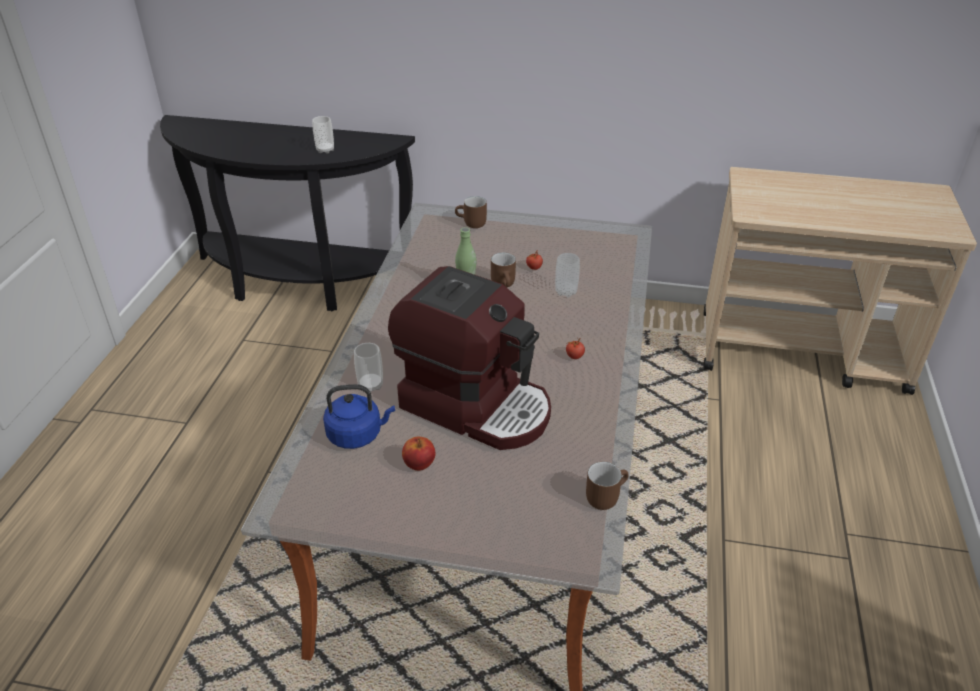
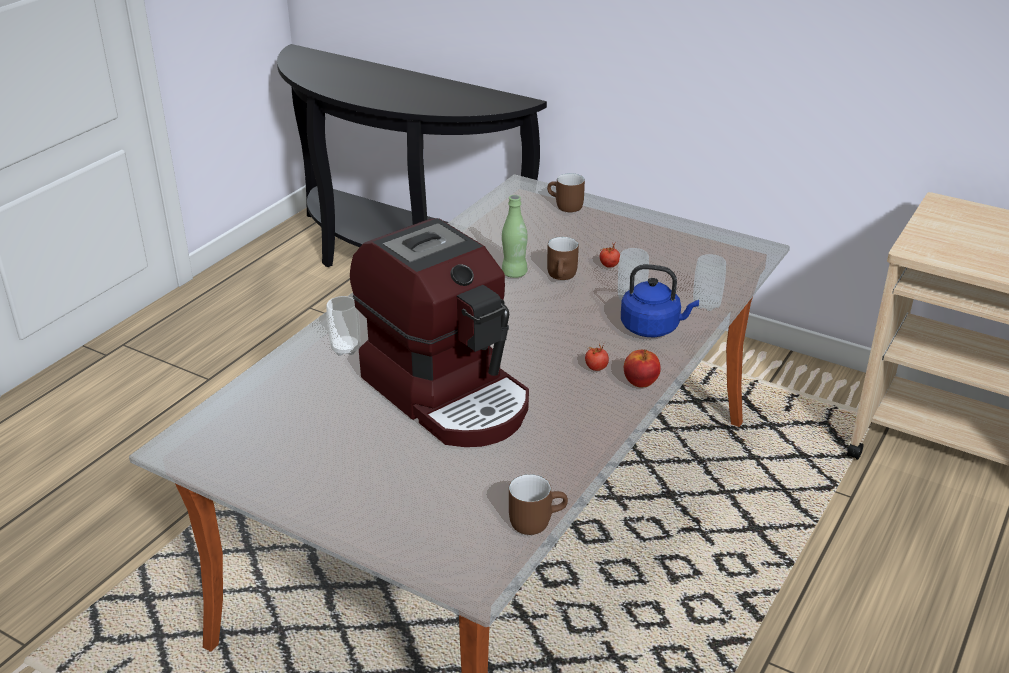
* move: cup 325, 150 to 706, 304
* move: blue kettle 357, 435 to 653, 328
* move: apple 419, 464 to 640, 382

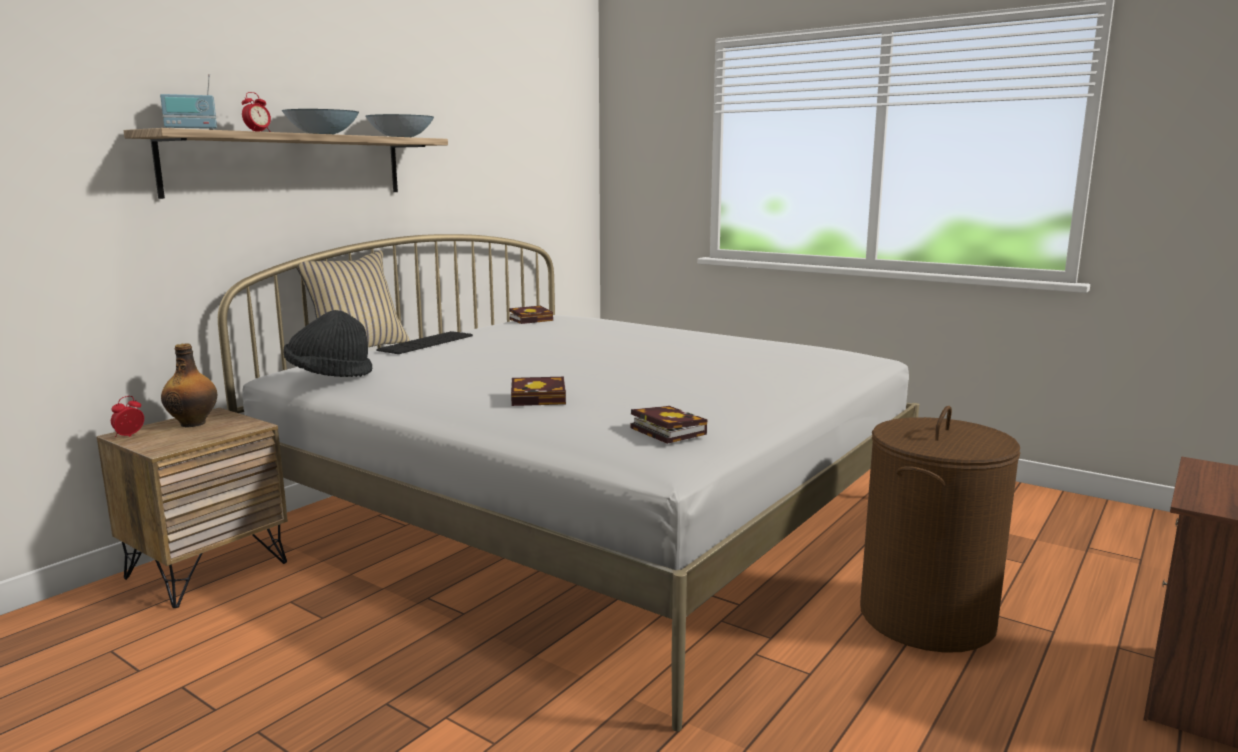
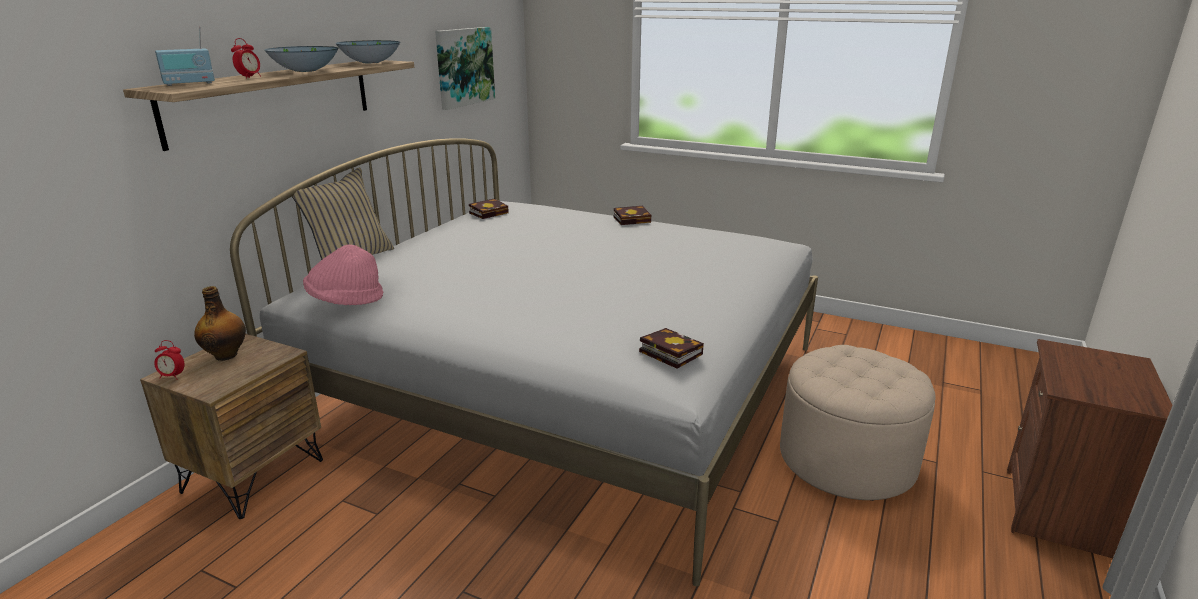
* delete: keyboard 426, 343
* insert: picture 464, 67
* move: book 541, 398 to 633, 219
* replace: brown laundry basket 926, 617 to beige ottoman 846, 459
* recolor: black hat 329, 375 to pink hat 345, 301
* rotate: alarm clock 129, 436 = 172, 376 105 degrees counterclockwise

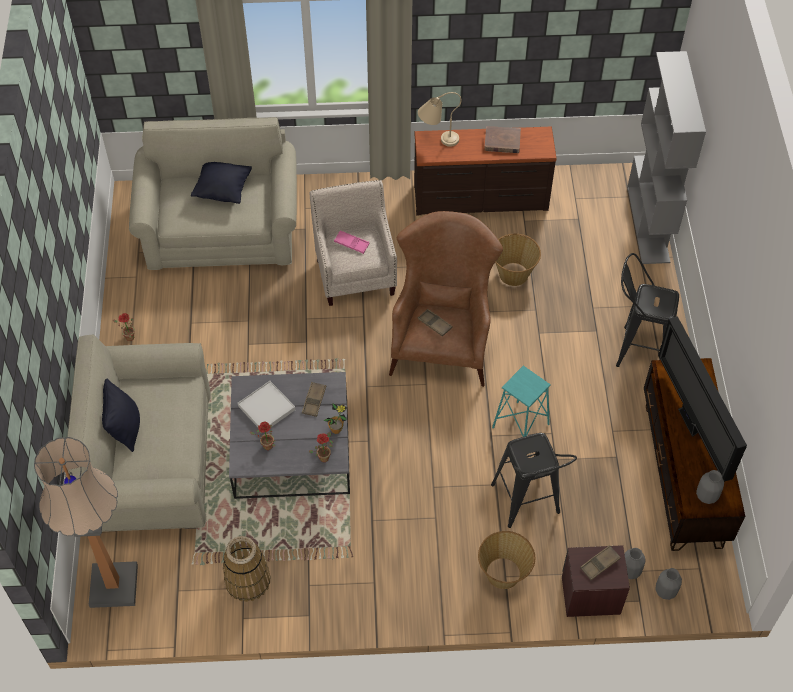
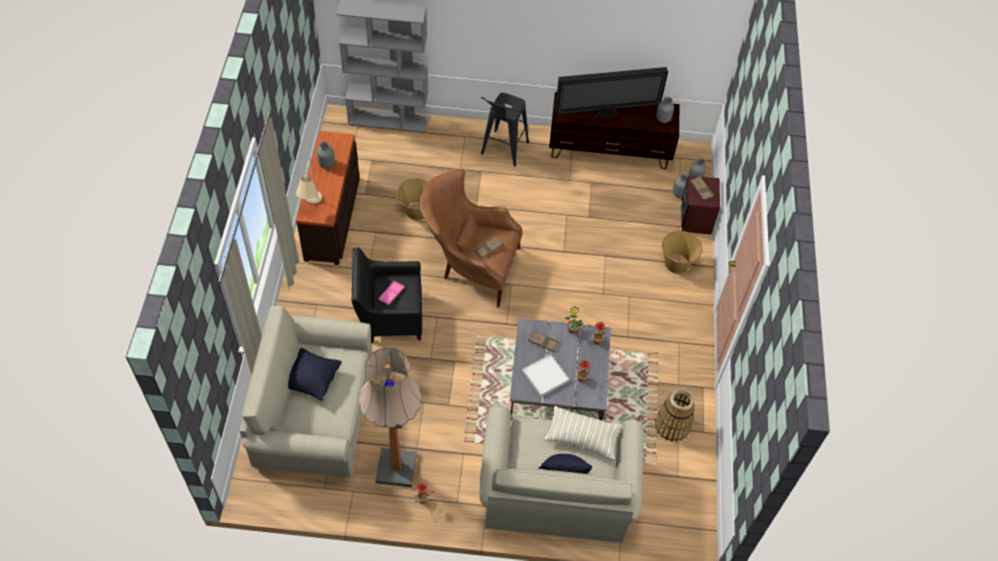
* delete: black stool 527, 505
* delete: turquoise stool 520, 426
* insert: pillow 582, 437
* move: floor lamp 114, 585 to 396, 468
* replace: brown book 502, 141 to grey vase 326, 164
* recolor: beige armchair 356, 272 to black armchair 389, 316

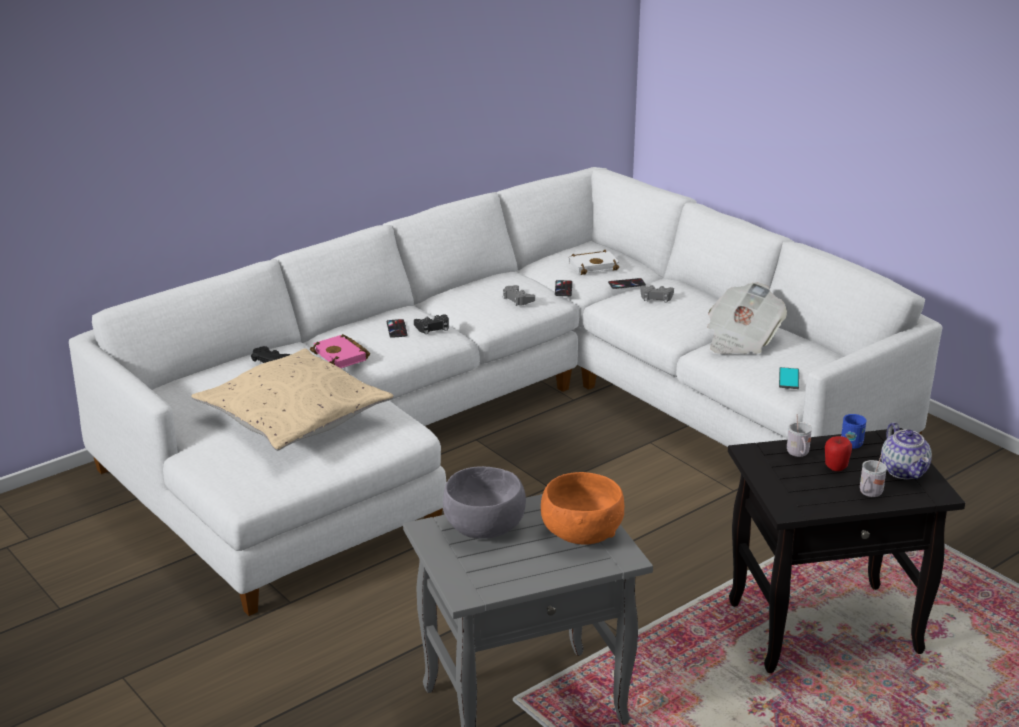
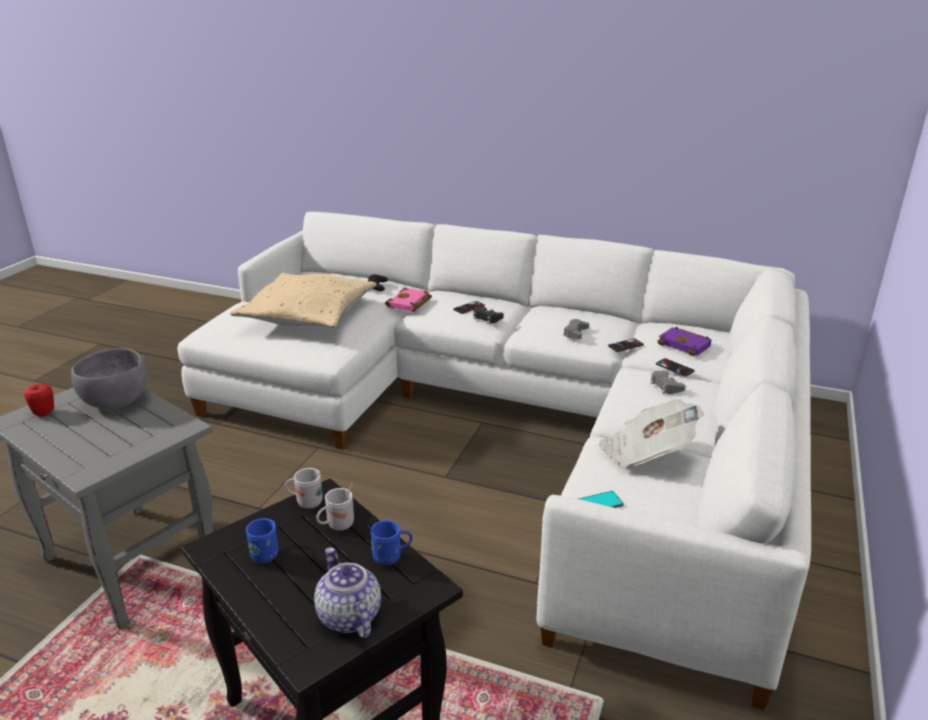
* delete: orange bowl 580, 534
* insert: blue mug 267, 553
* move: apple 836, 467 to 44, 413
* move: white mug 869, 494 to 306, 502
* recolor: white book 594, 266 to purple book 686, 345
* rotate: teapot 904, 471 = 348, 616 105 degrees clockwise

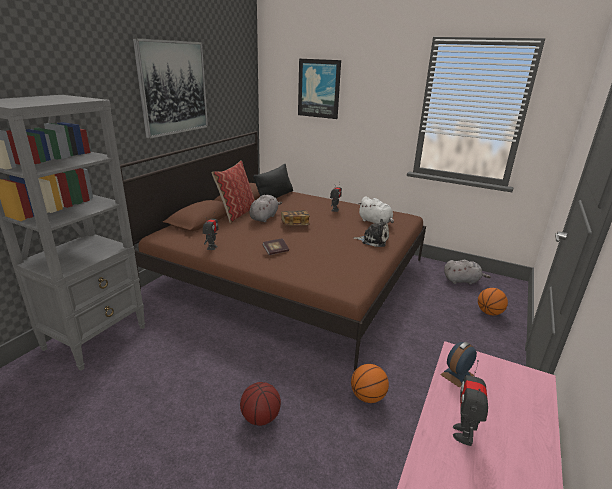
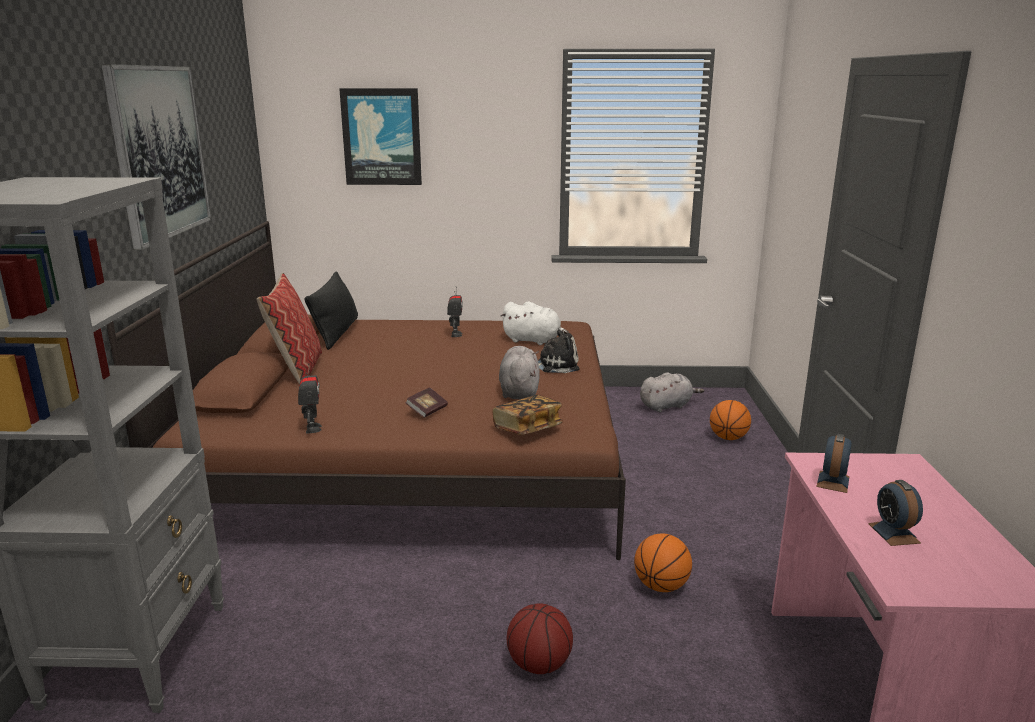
* move: grey plush toy 264, 217 to 519, 391
* move: book 295, 224 to 527, 428
* replace: toy robot 463, 434 to alarm clock 894, 533

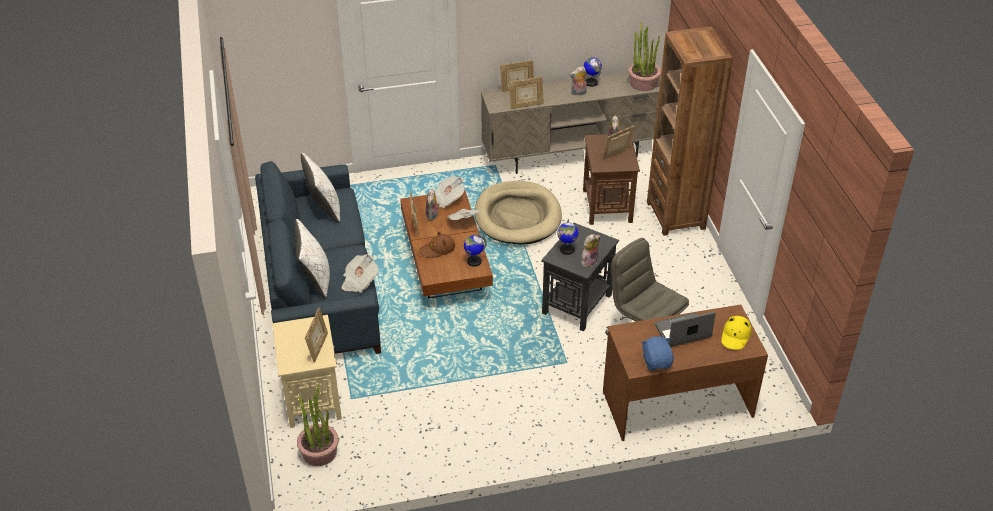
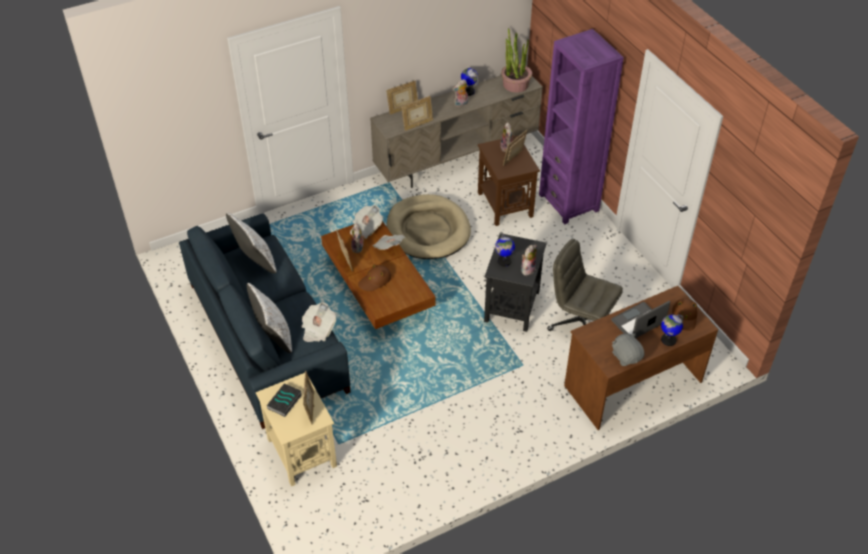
* delete: potted plant 319, 452
* insert: book 285, 402
* move: globe 474, 261 to 668, 340
* recolor: blue plush toy 657, 361 to grey plush toy 626, 356
* recolor: brown bookcase 676, 215 to purple bookcase 569, 202
* recolor: yellow hat 735, 336 to brown hat 684, 317

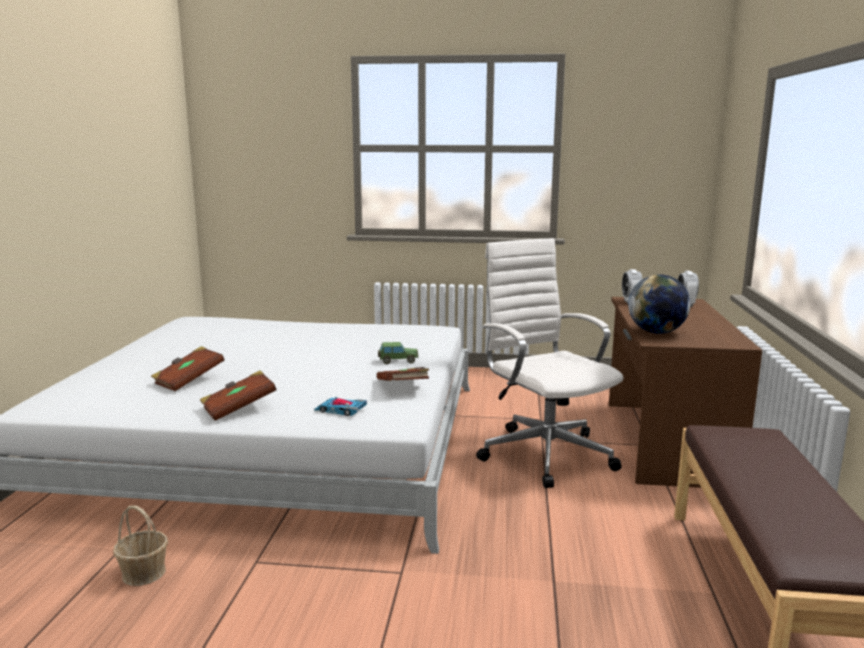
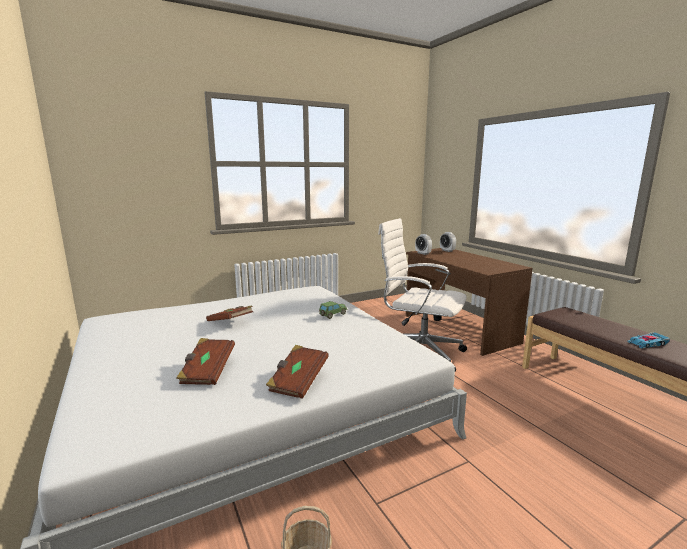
* delete: globe 656, 332
* move: toy car 340, 410 to 647, 343
* move: brown book 403, 387 to 231, 322

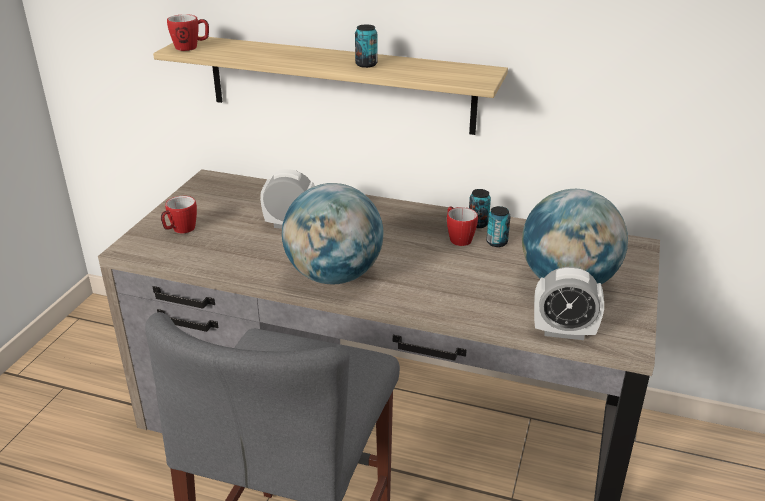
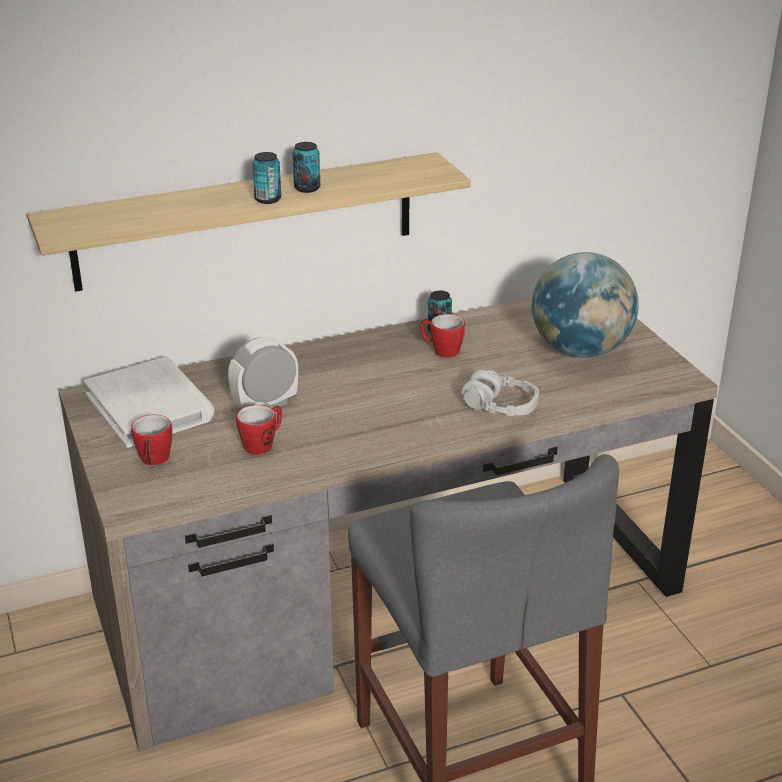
* delete: globe 334, 276
* delete: alarm clock 563, 332
* insert: white book 150, 407
* insert: grey headphones 500, 406
* move: mug 191, 47 to 263, 444
* move: can 497, 242 to 268, 199

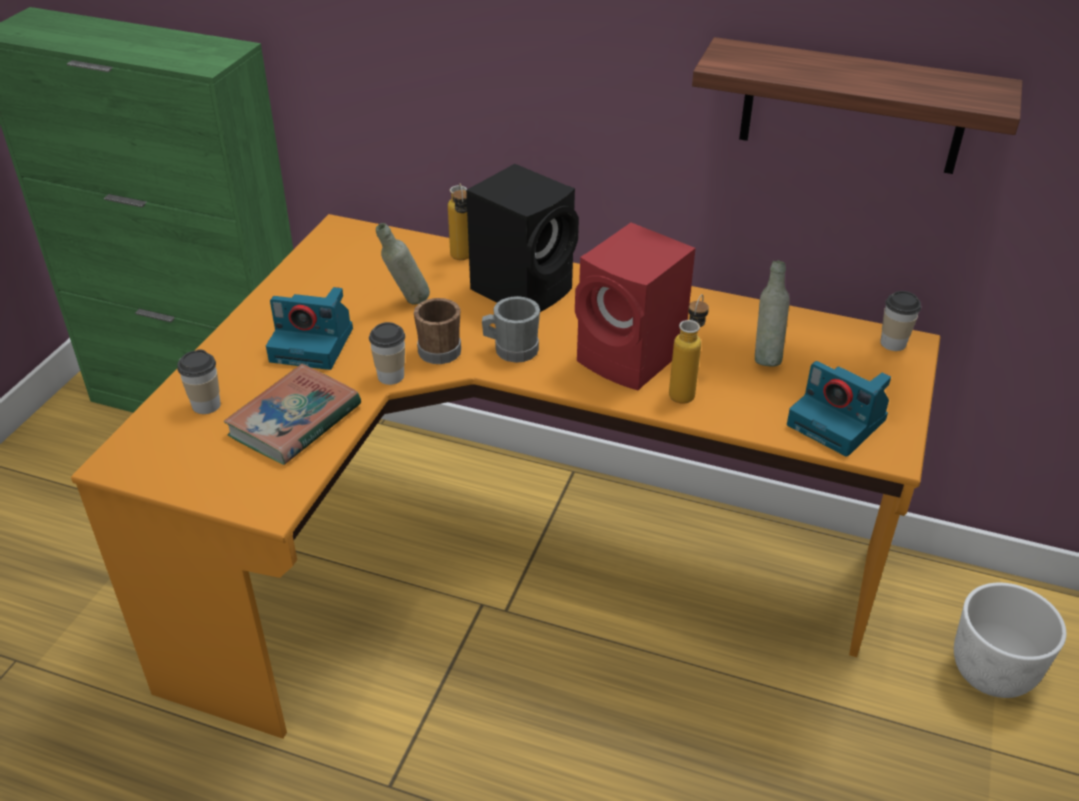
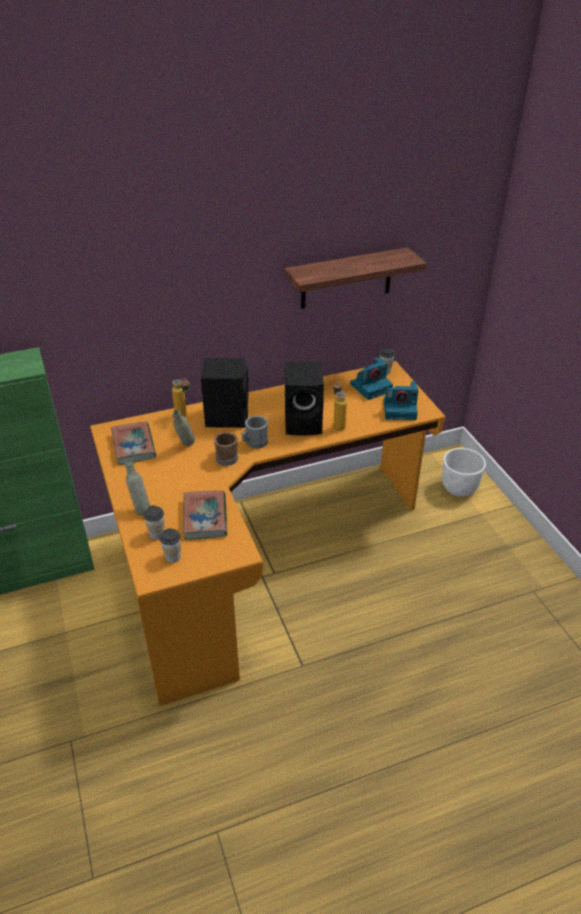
* insert: book 134, 446
* move: photo camera 314, 344 to 371, 387
* move: cup 391, 376 to 172, 557
* move: grey bottle 766, 357 to 140, 509
* recolor: red speaker 632, 359 to black speaker 304, 422

